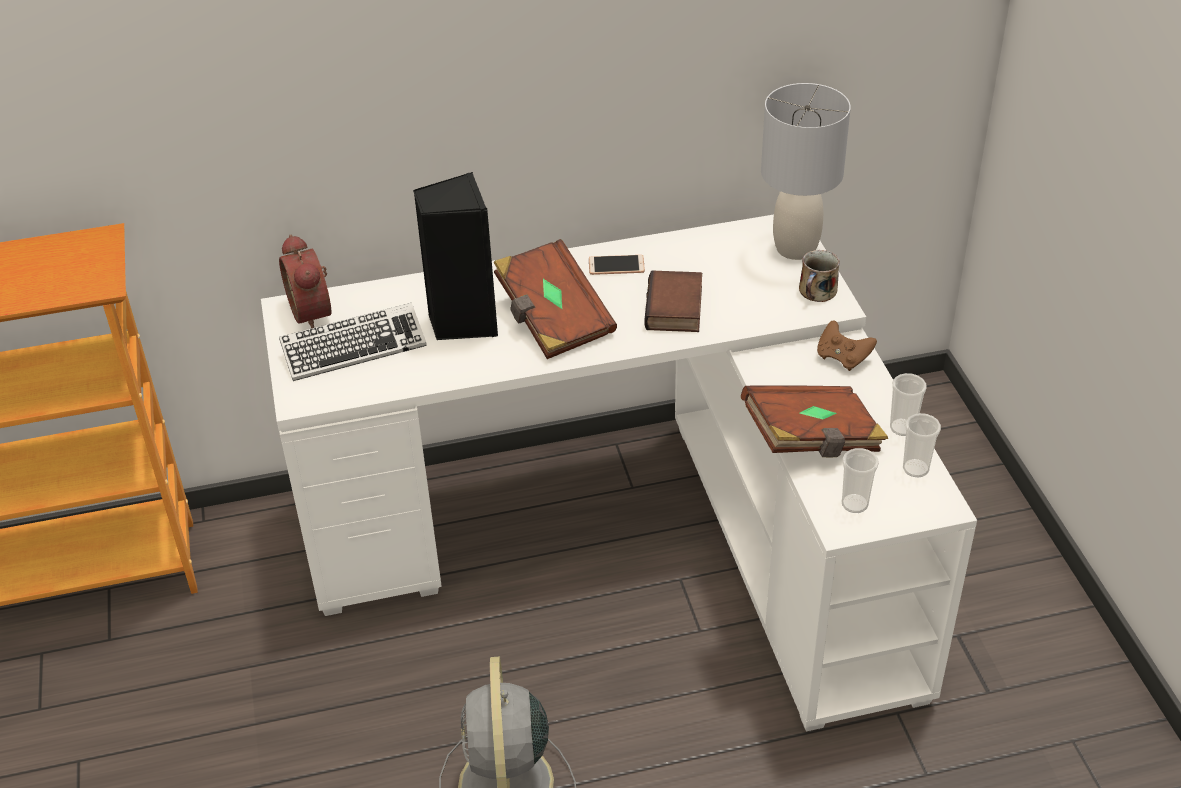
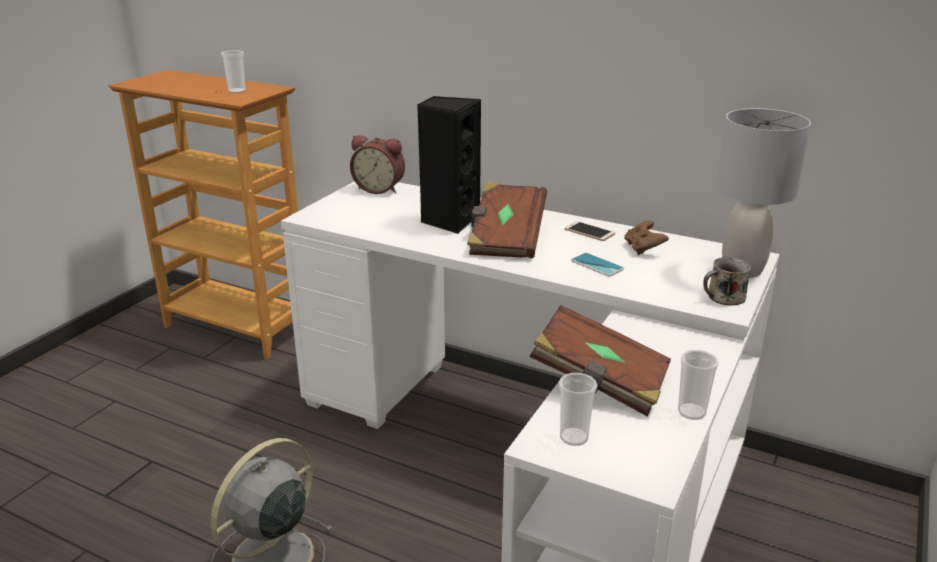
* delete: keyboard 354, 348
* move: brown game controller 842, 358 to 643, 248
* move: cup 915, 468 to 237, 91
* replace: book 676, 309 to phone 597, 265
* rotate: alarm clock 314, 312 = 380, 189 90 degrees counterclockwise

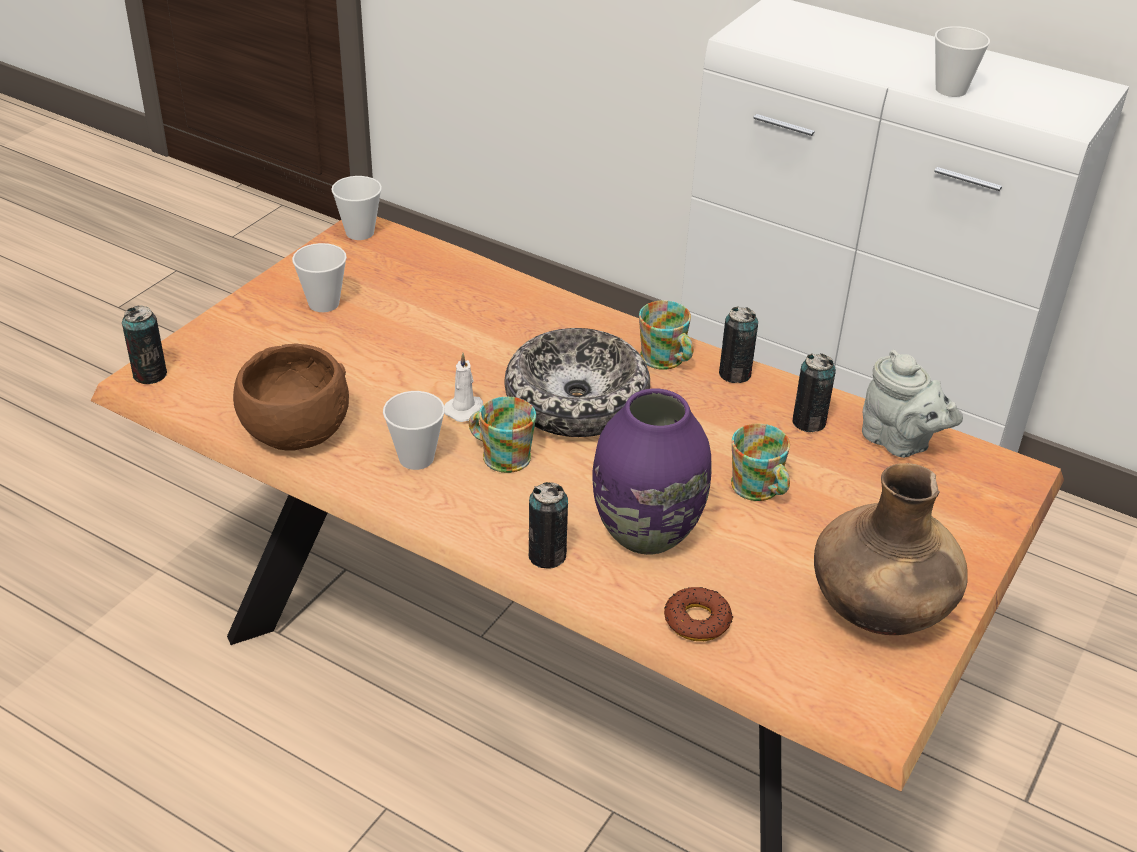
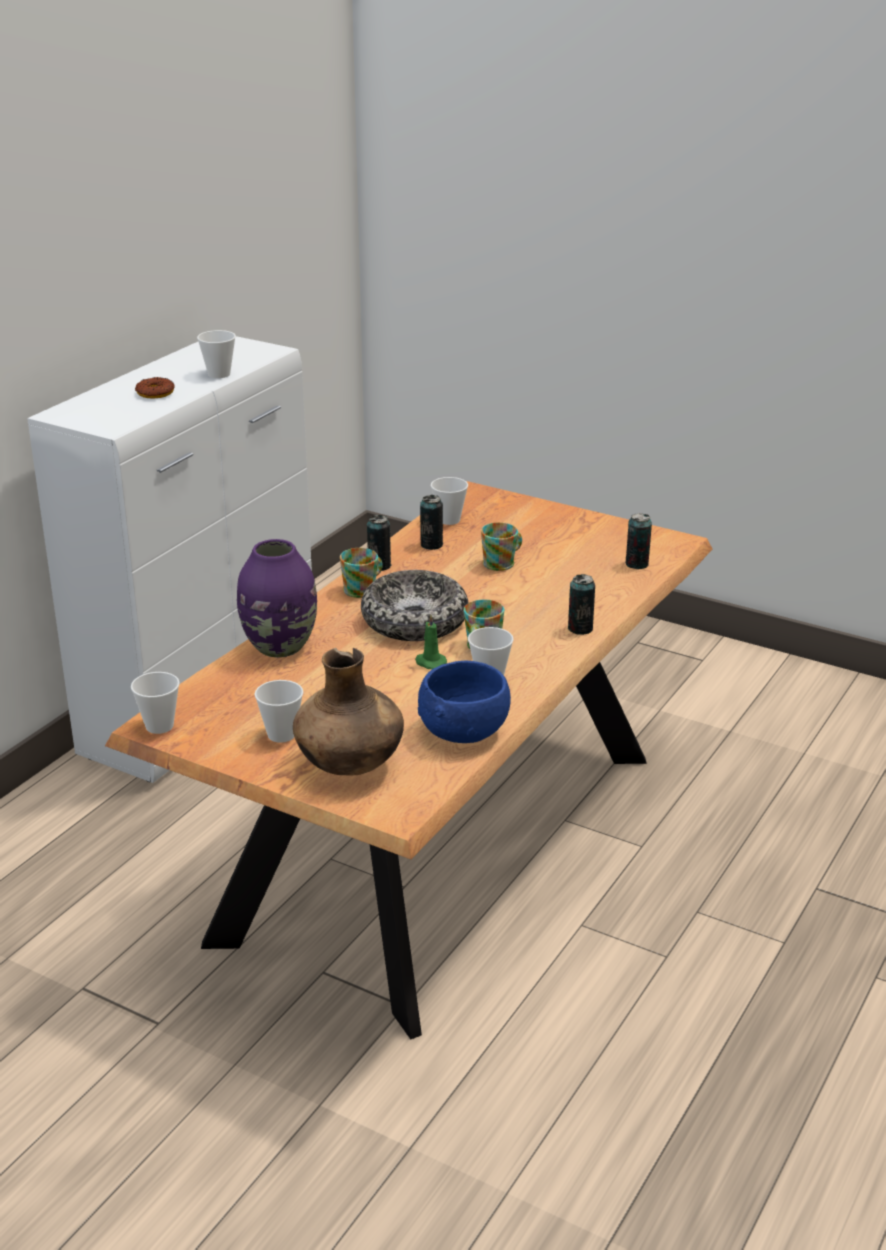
* move: can 150, 374 to 637, 564
* move: purple vase 645, 533 to 280, 647
* move: donut 697, 620 to 155, 393
* move: brown vase 879, 611 to 350, 765
* replace: grey teapot 899, 442 to cup 449, 520
* recolor: brown bowl 294, 431 to blue bowl 464, 732
* recolor: white candle 465, 409 to green candle 429, 662

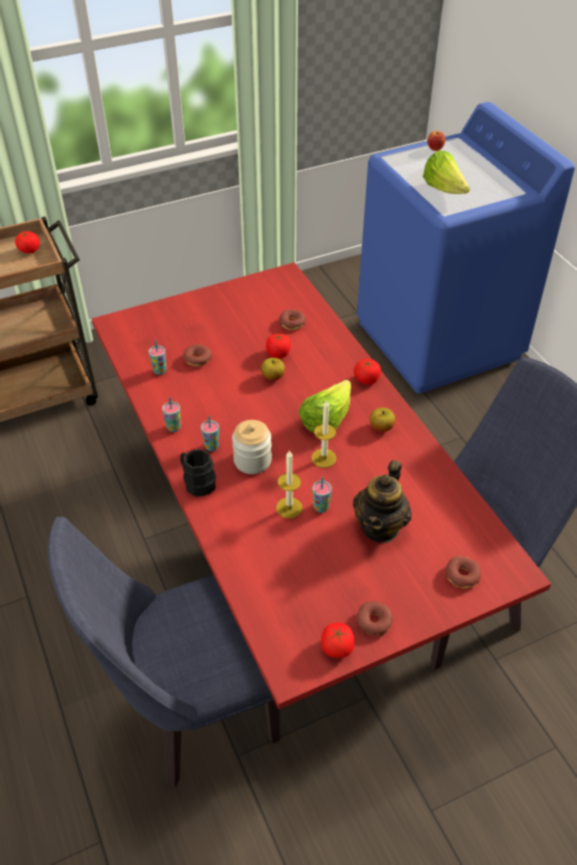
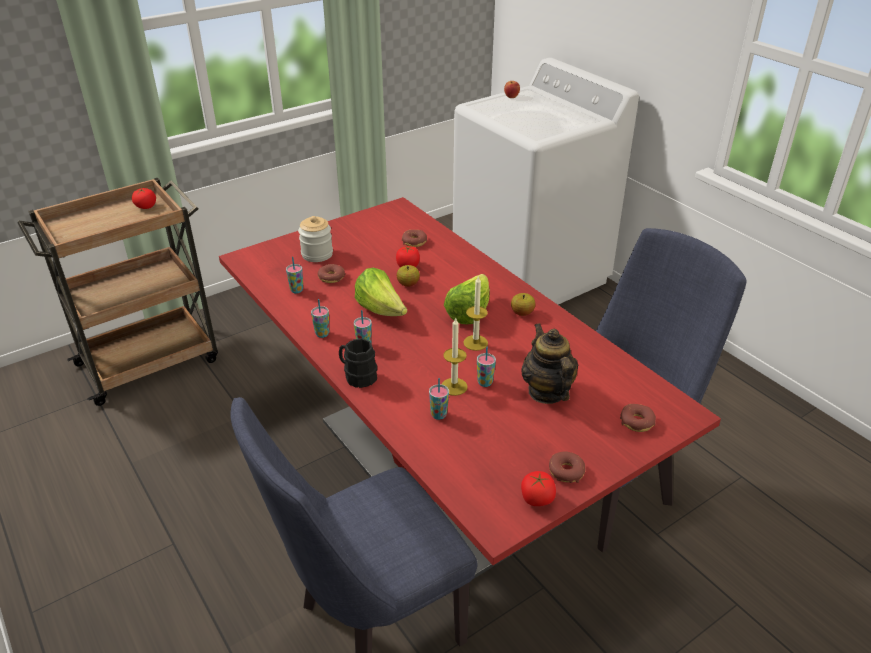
* delete: tomato 366, 379
* insert: cup 438, 415
* move: jar 252, 460 to 317, 254
* move: lettuce 444, 190 to 381, 310
* recolor: blue washing machine 439, 340 to white washing machine 530, 276
* rotate: teapot 380, 526 = 547, 391 150 degrees clockwise

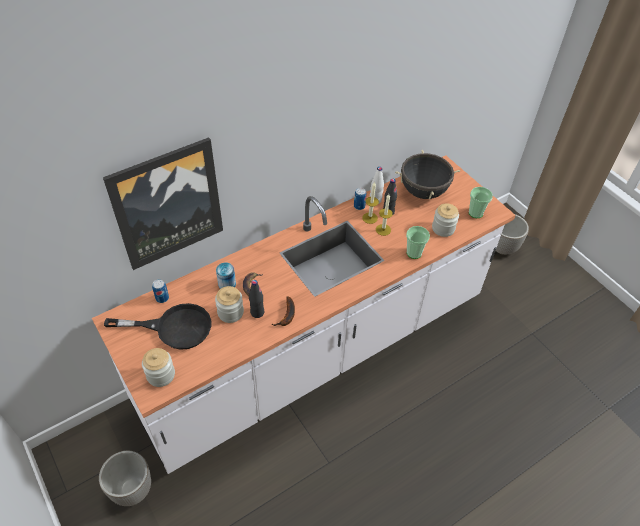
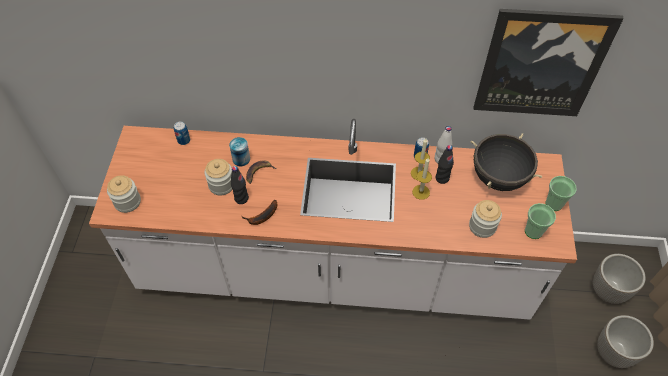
* delete: black frying pan 174, 327
* move: planter 133, 489 to 613, 352
* move: picture 167, 204 to 541, 64
* move: cup 414, 253 to 553, 204

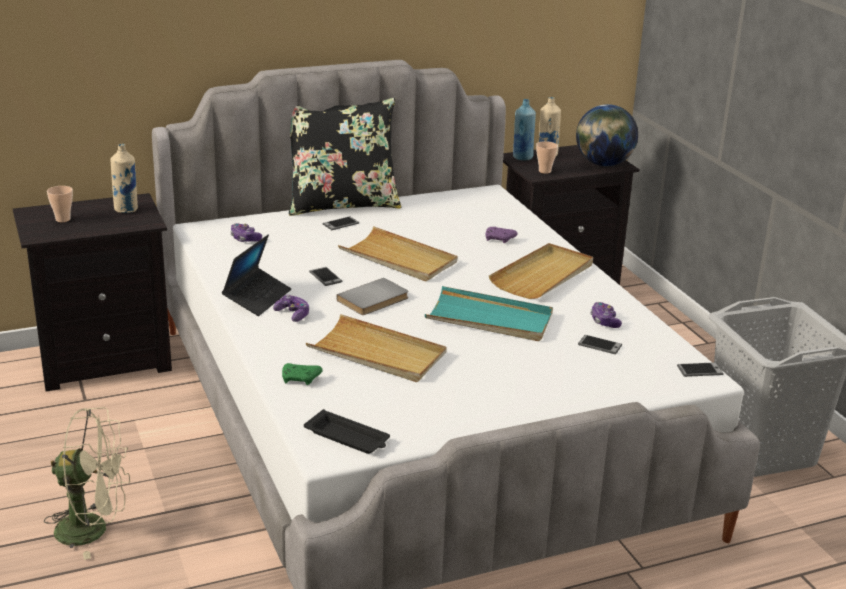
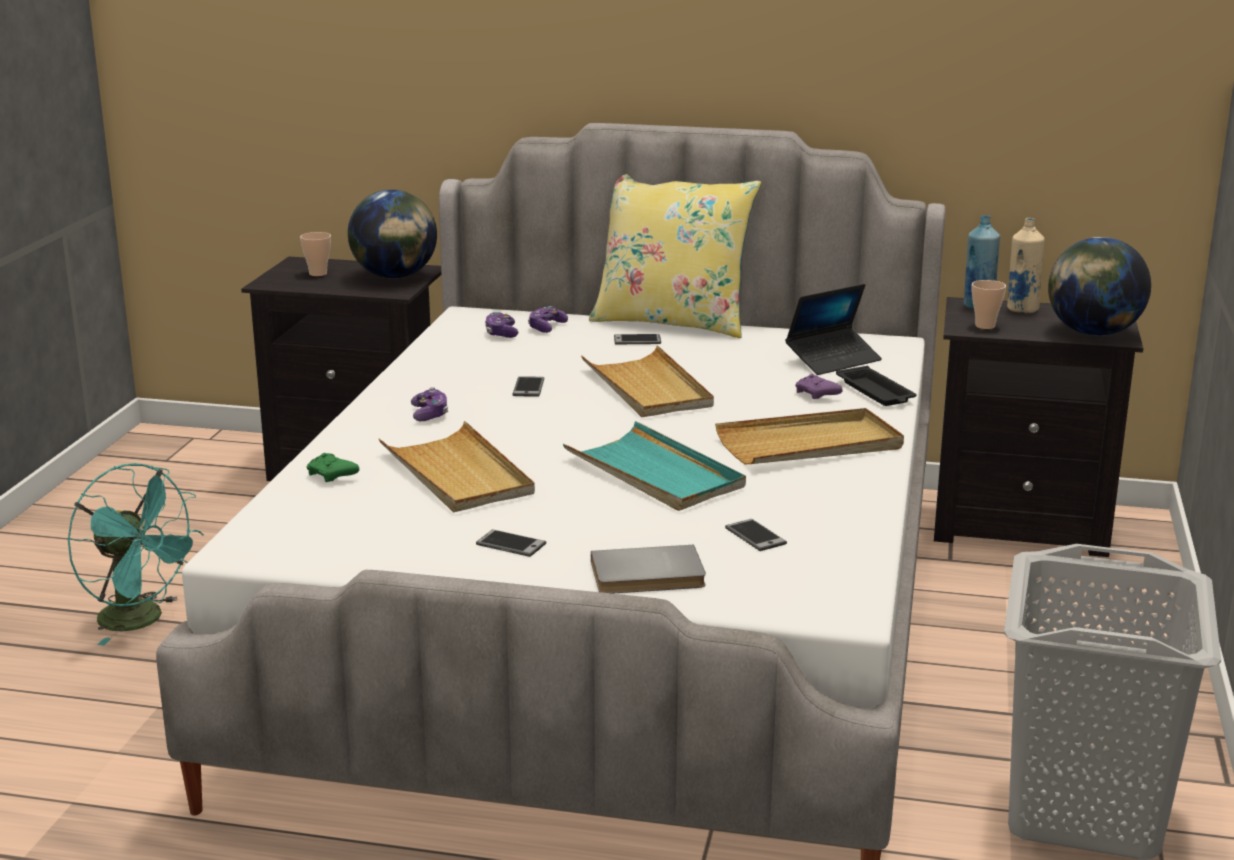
* move: laptop 257, 298 to 833, 360
* move: black tray 348, 438 to 876, 392
* move: grey book 374, 300 to 648, 576
* move: game controller 604, 321 to 546, 327
* move: phone 699, 370 to 511, 544
* replace: beige bottle 126, 210 to globe 395, 276
* recolor: beige fan 93, 529 to turquoise fan 142, 621
* recolor: black pillow 342, 204 to yellow pillow 672, 322

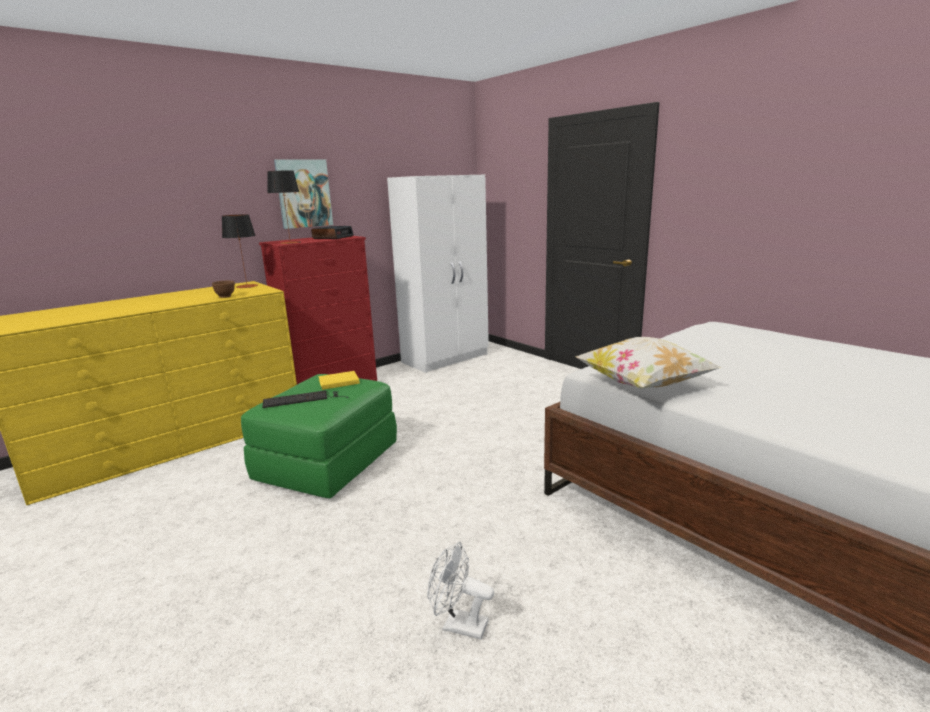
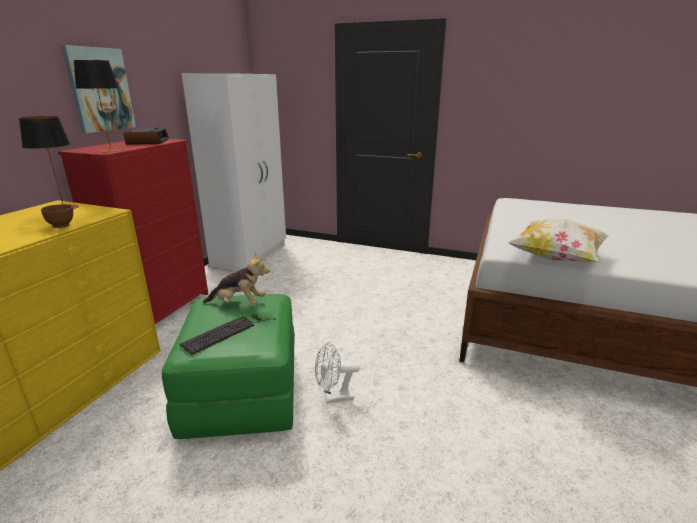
* move: white fan 458, 625 to 334, 397
* replace: yellow book 337, 382 to plush toy 239, 303

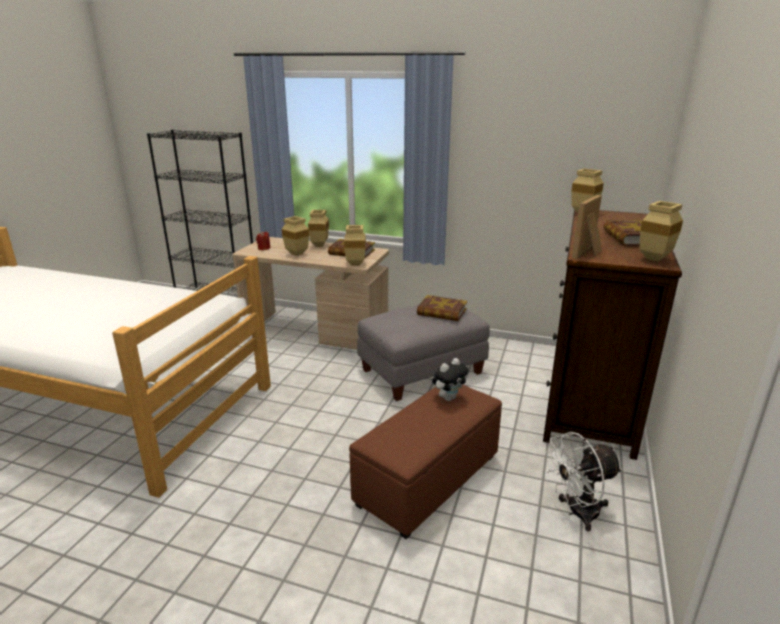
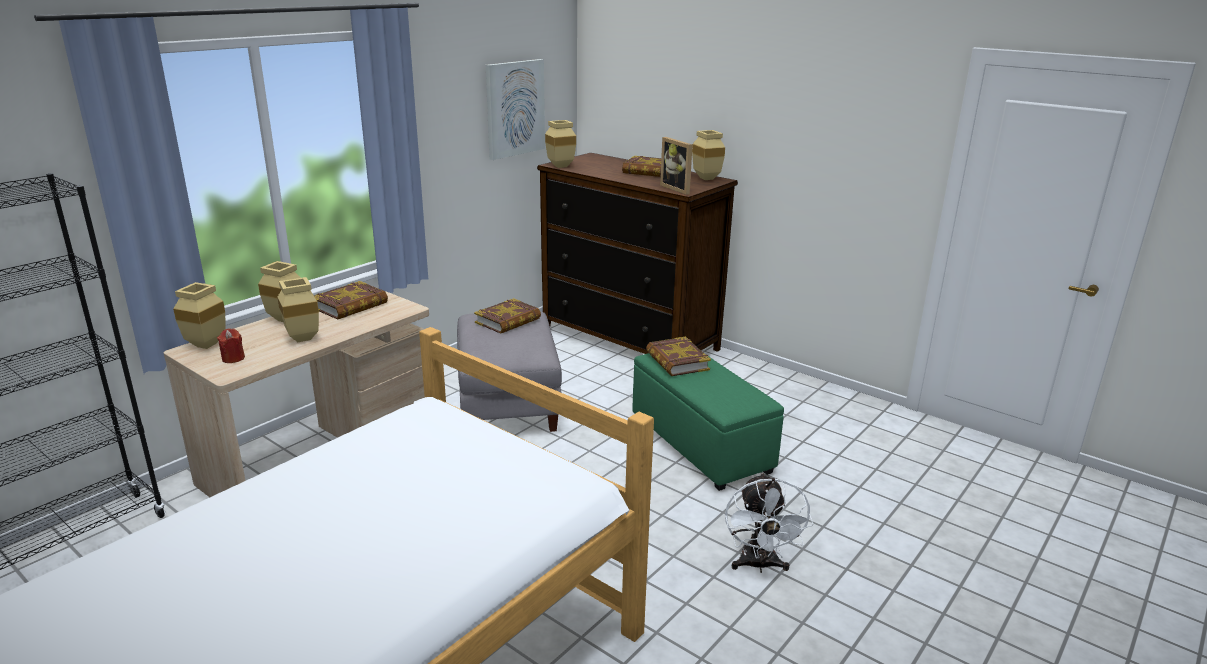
* insert: picture 514, 108
* move: beige vase 354, 264 to 206, 346
* move: white fan 576, 513 to 759, 565
* replace: plush toy 448, 398 to book 677, 361
* recolor: brown ottoman 427, 481 to green ottoman 701, 444

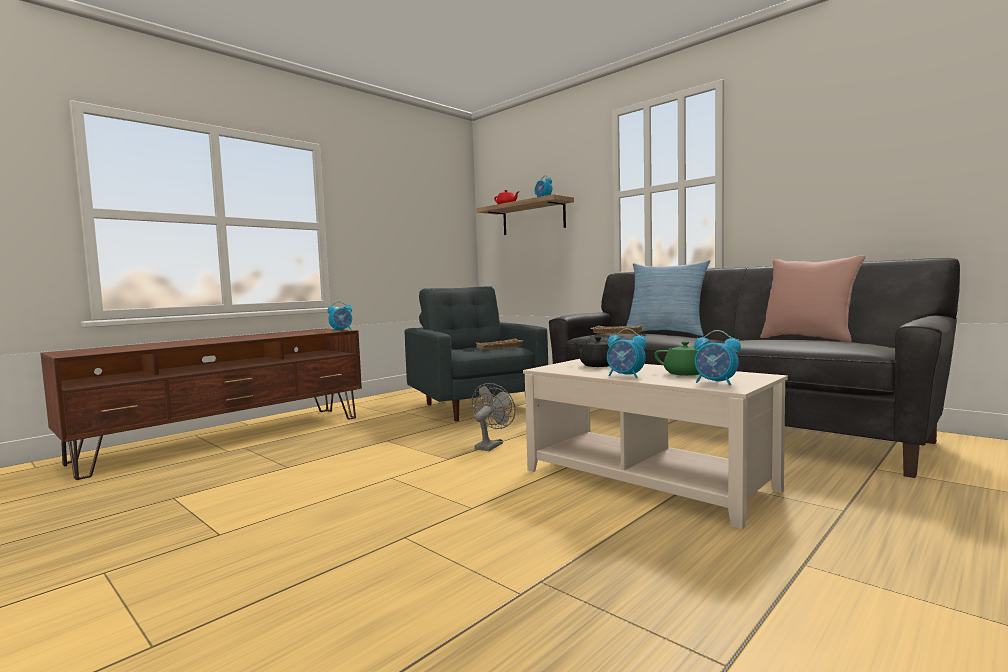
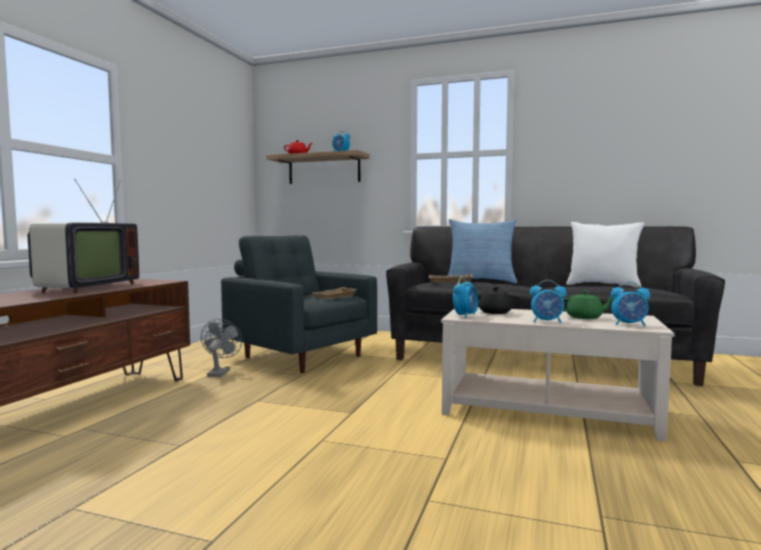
* insert: television 85, 288
* move: alarm clock 341, 330 to 465, 316
* move: grey fan 491, 445 to 220, 372
* recolor: pink pillow 808, 339 to white pillow 603, 285

